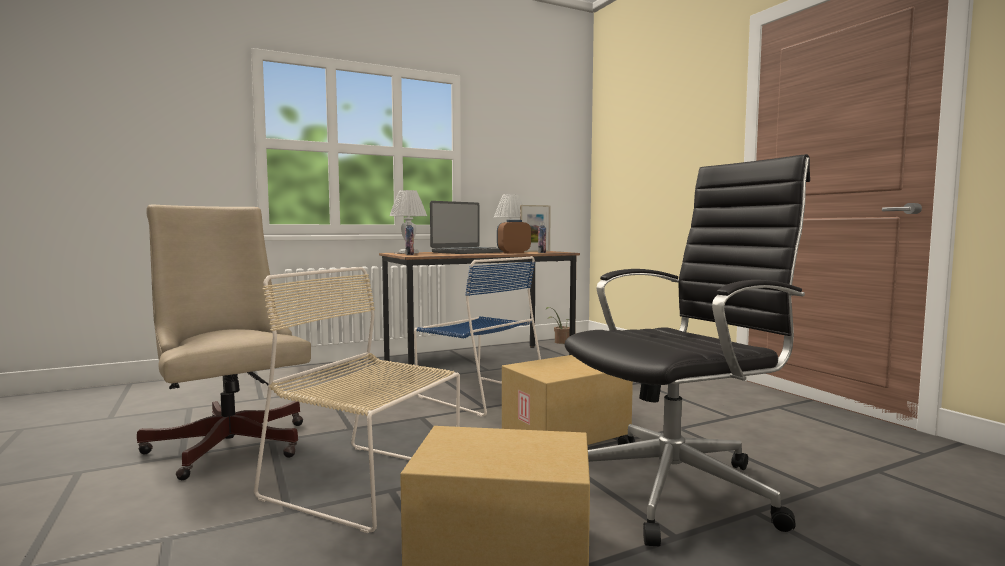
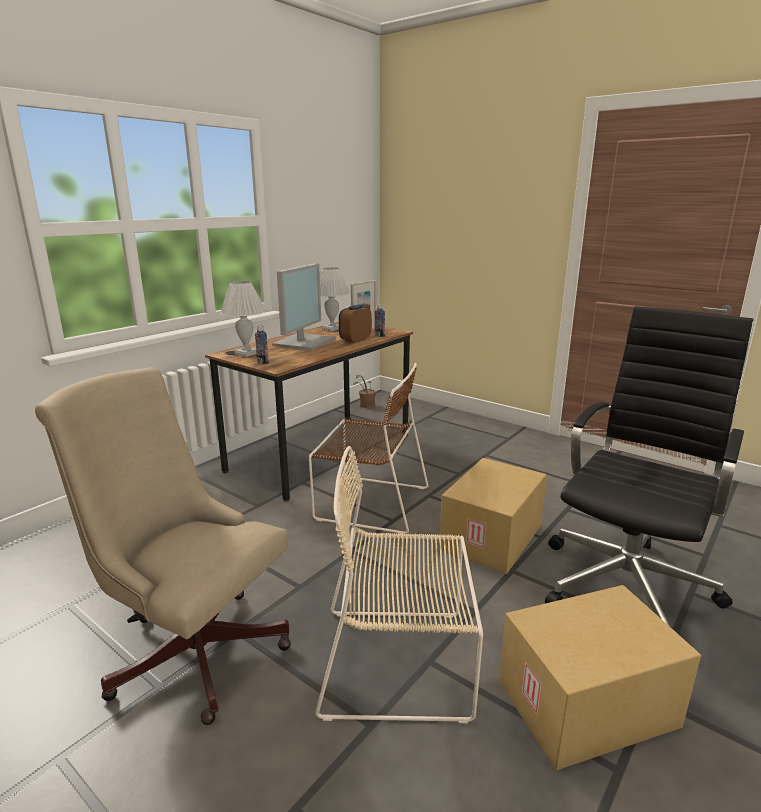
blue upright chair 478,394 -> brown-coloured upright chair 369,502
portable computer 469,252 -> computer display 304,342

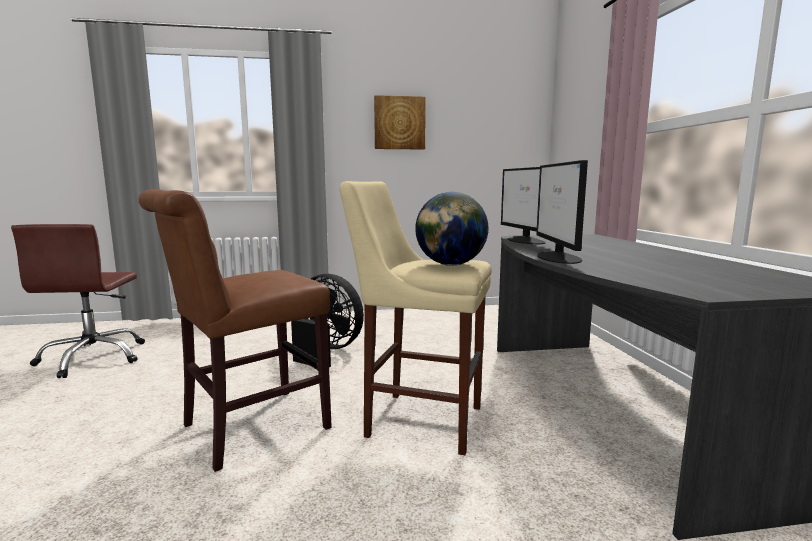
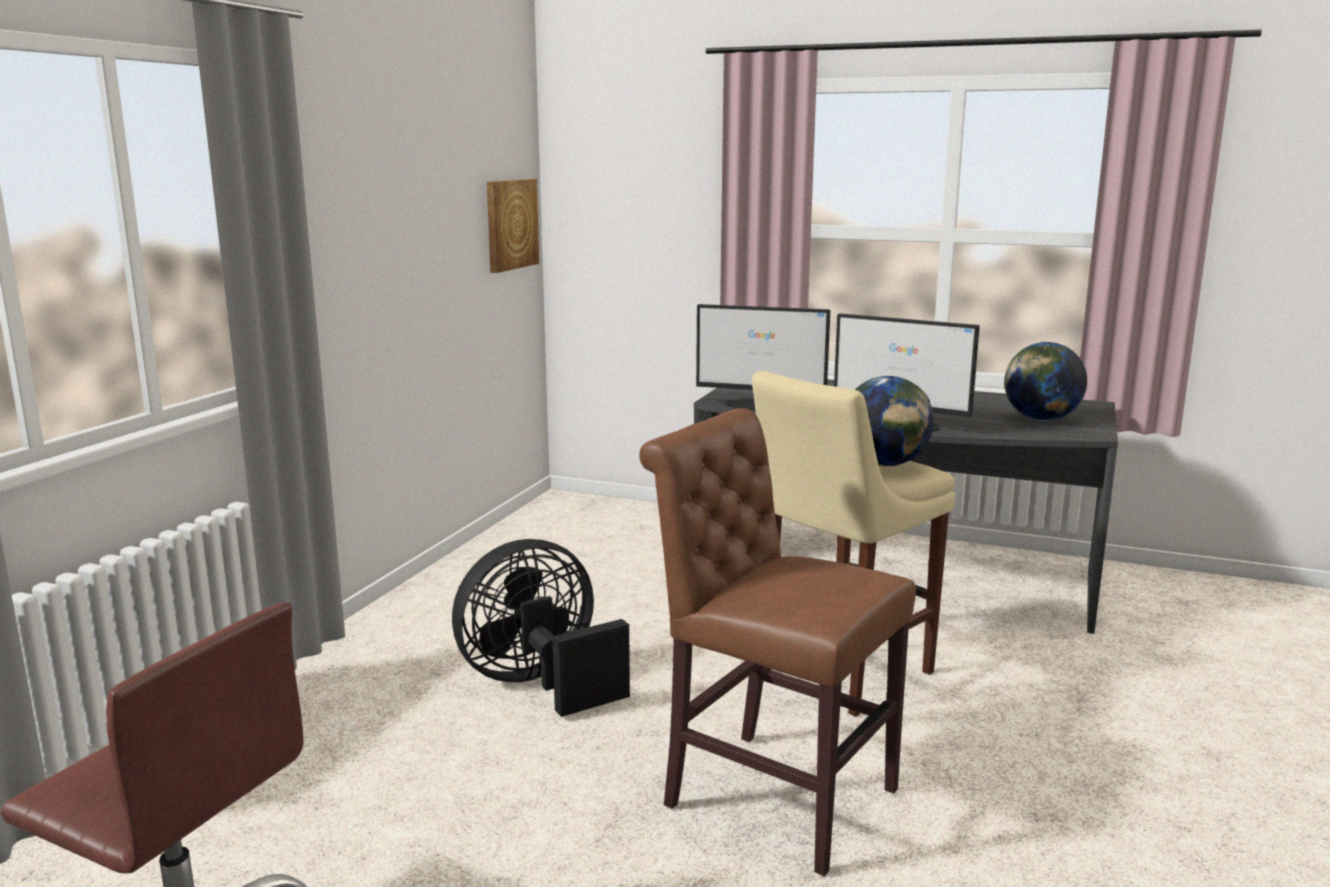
brown-coloured upright chair 248,429 -> brown-coloured upright chair 770,794, 135 degrees clockwise
picture 399,123 -> picture 510,224, moved
none -> world globe 1041,419

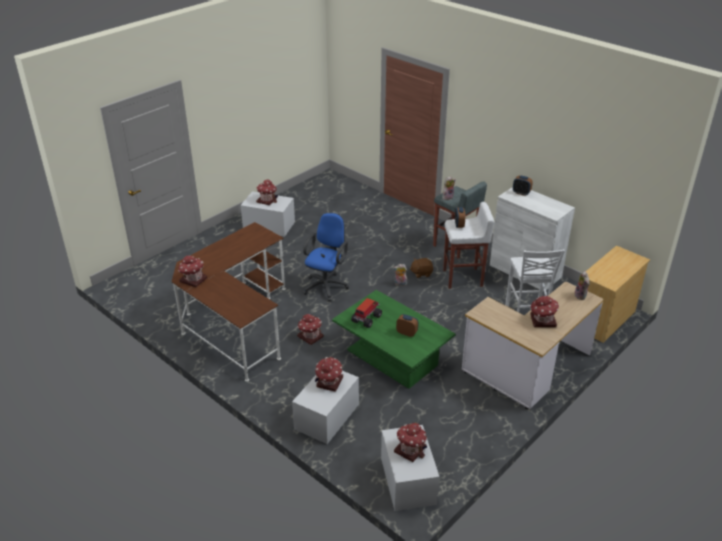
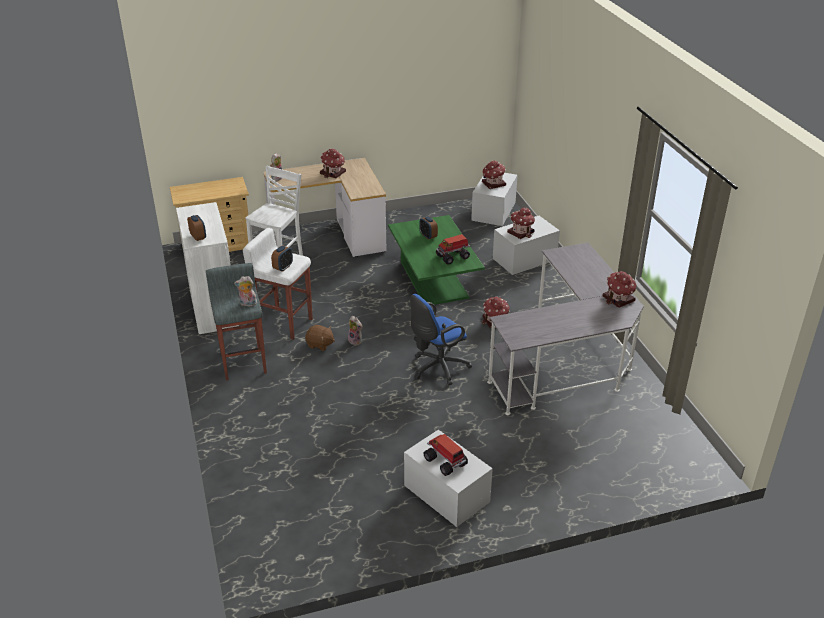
brown-coloured desk table 234,323 -> gray desk table 567,362
model house 267,200 -> toy lorry 446,462

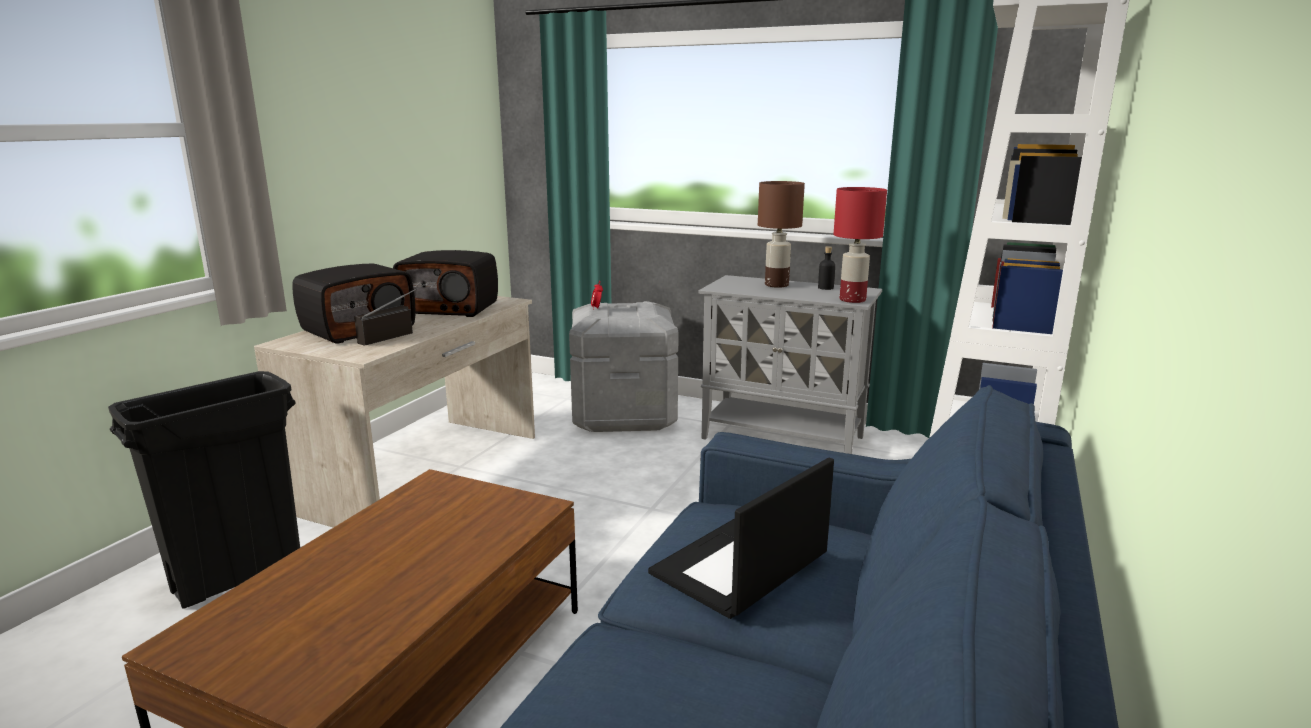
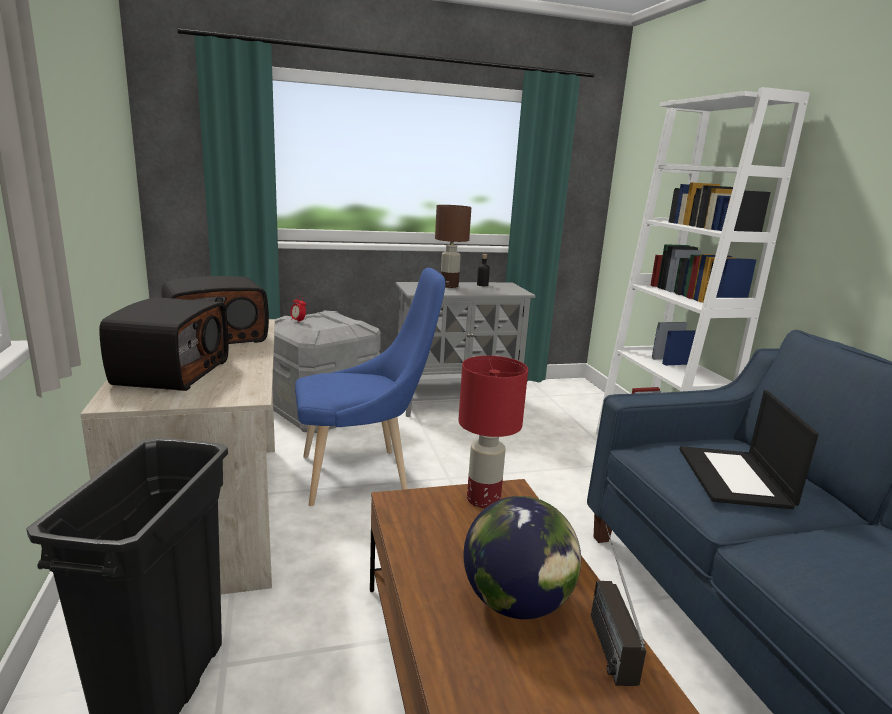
radio set 397,335 -> radio set 603,630, moved
reddish tabletop lamp 852,300 -> reddish tabletop lamp 482,499, moved
none -> blue upright chair 363,475
none -> world globe 517,603

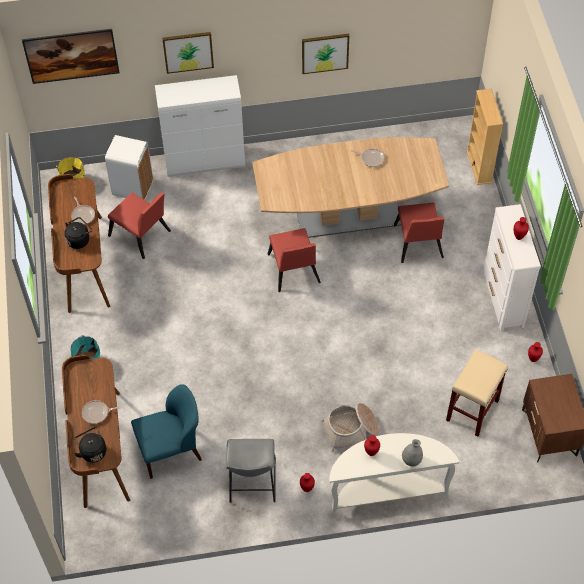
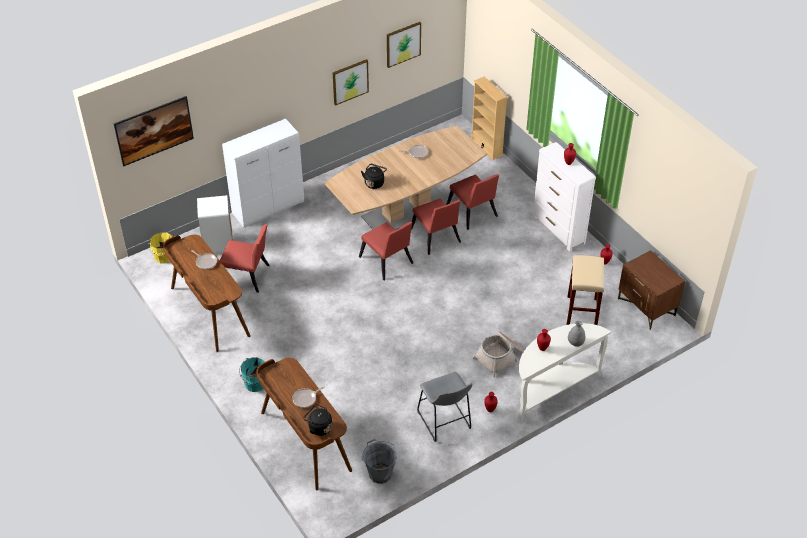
black-coloured water kettle 79,240 -> black-coloured water kettle 374,182, moved
blue upright chair 171,450 -> none
picture 188,51 -> picture 403,44, moved
none -> gray water bucket 379,473
none -> reddish upright chair 436,238

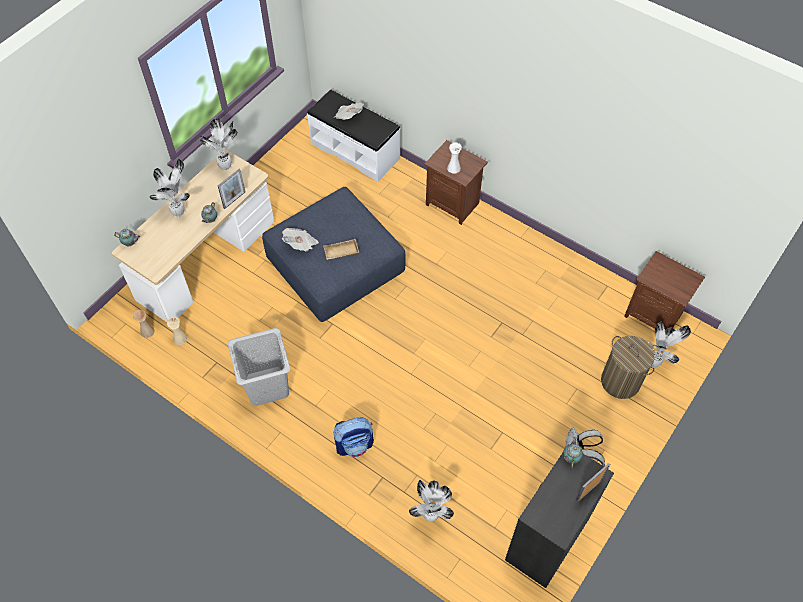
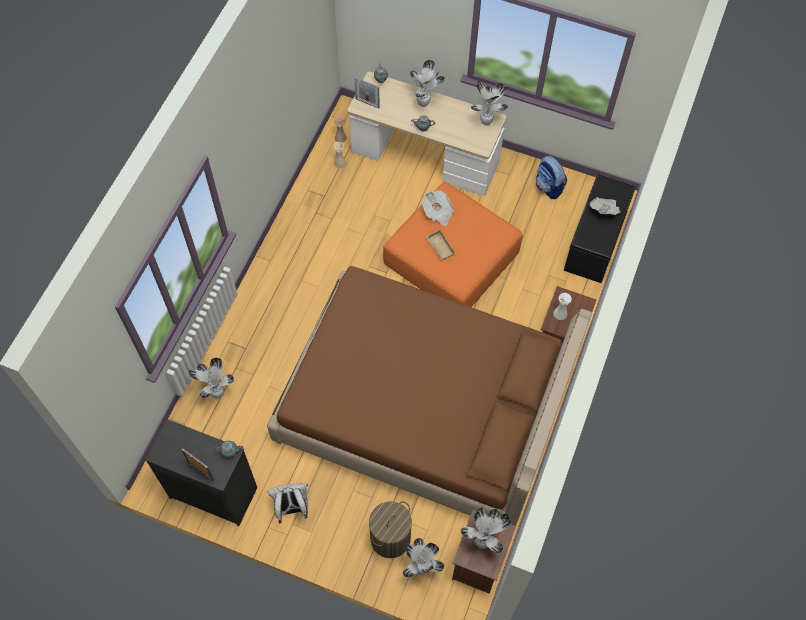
photo frame 234,200 -> photo frame 367,103, moved
gray laundry basket 266,385 -> none
blue pouffe 335,264 -> orangey pouffe 452,258
white long seat 355,150 -> black-coloured long seat 596,241
rucksack 355,444 -> rucksack 548,187, moved
none -> brown-coloured bed 423,408
none -> houseplant 483,542

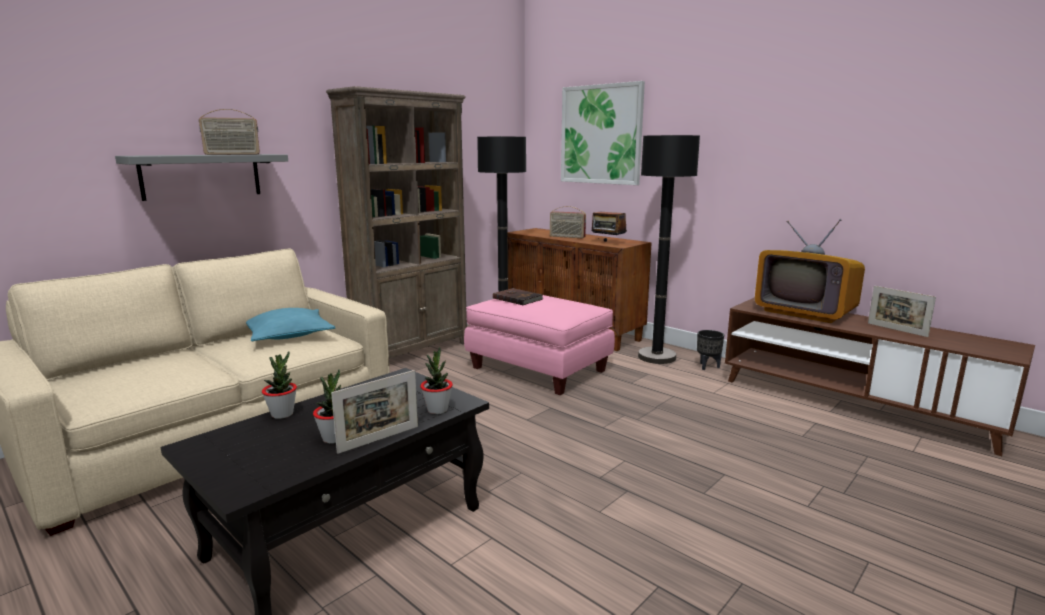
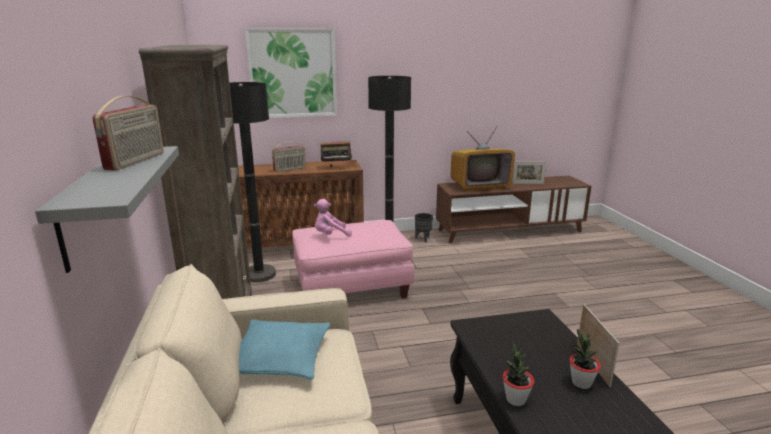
houseplant 437,410 -> none
brown-coloured book 517,298 -> pinkish cuddly toy 330,235

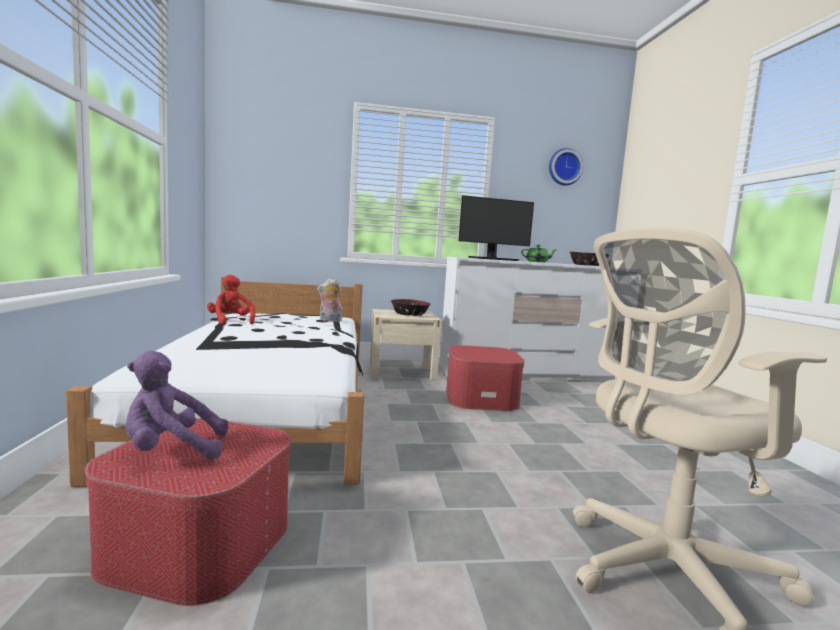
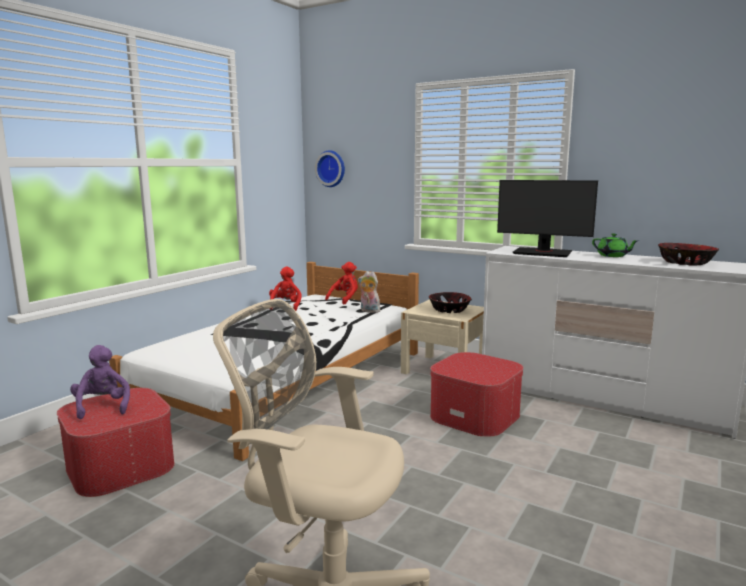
purple-coloured cuddly toy 171,451 -> purple-coloured cuddly toy 102,407, 45 degrees clockwise
wall clock 564,167 -> wall clock 331,168, moved
none -> reddish cuddly toy 345,299

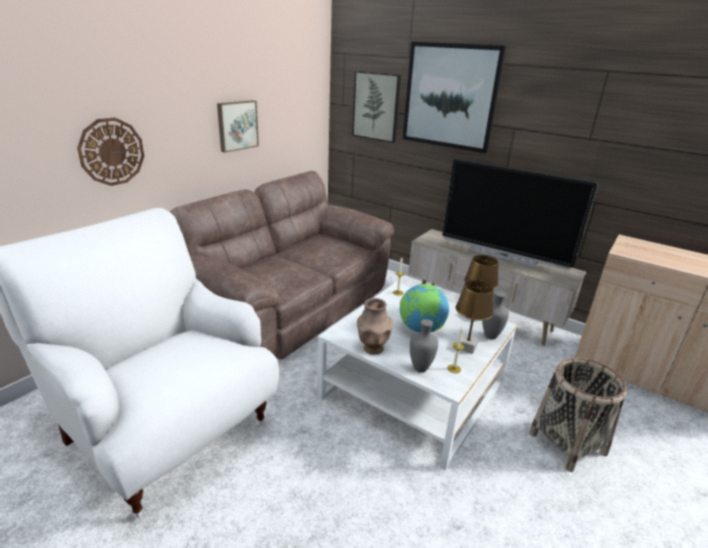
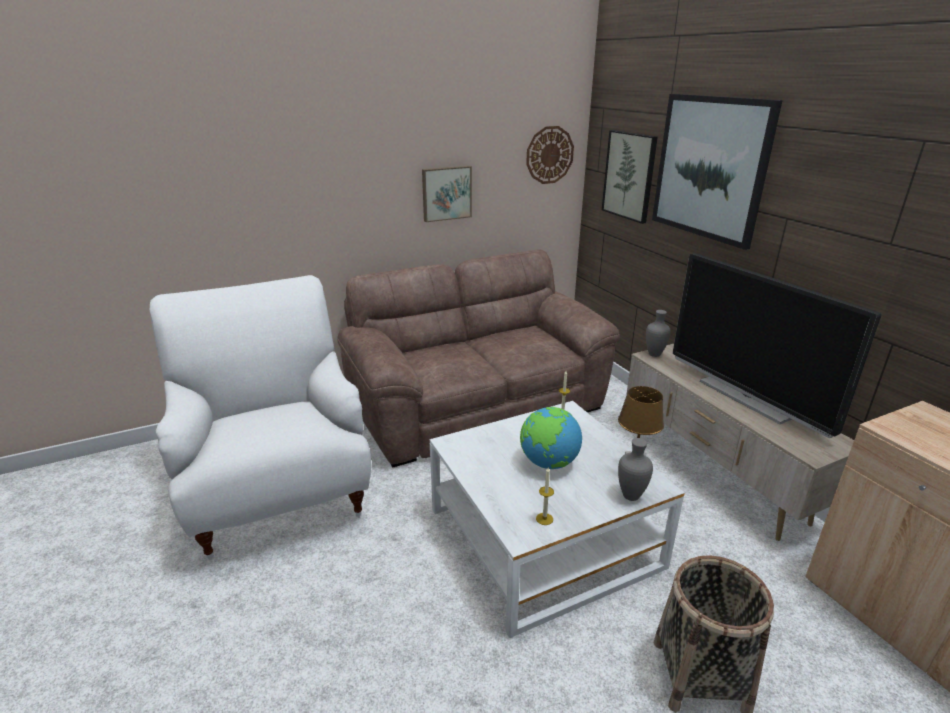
wall clock 111,152 -> wall clock 549,155, moved
brown-coloured decorative vase 372,348 -> none
gray decorative vase 421,368 -> gray decorative vase 655,354, moved
brown-coloured tabletop lamp 466,347 -> none

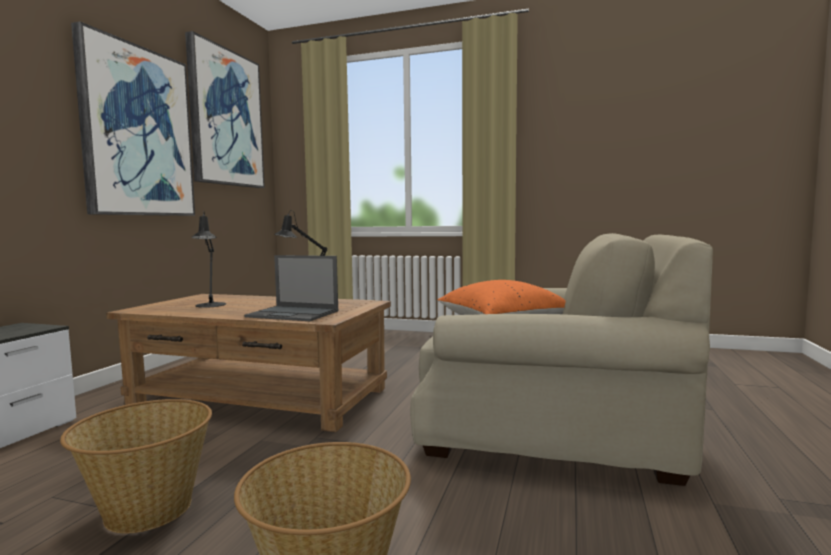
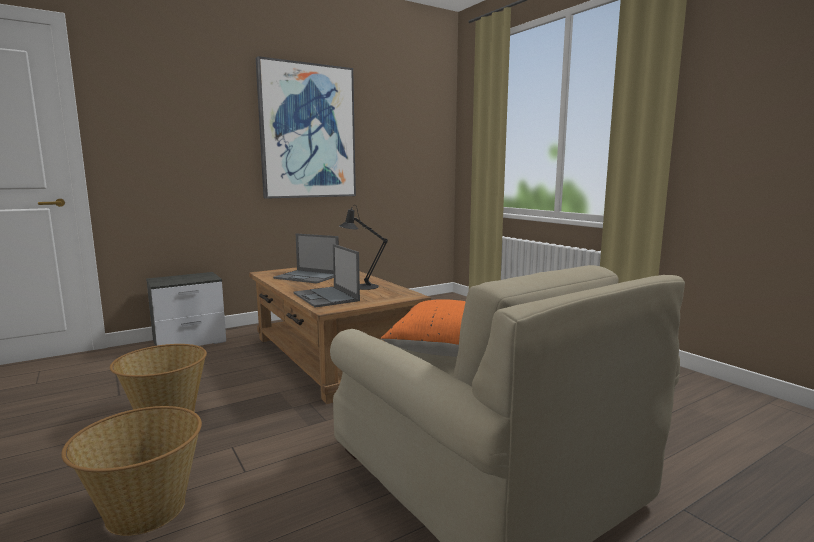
picture 225,118 -> none
black-coloured tabletop lamp 210,305 -> portable computer 307,277

